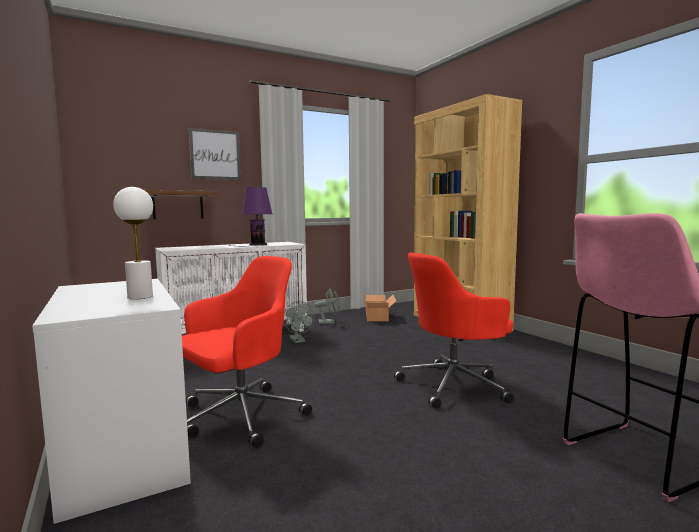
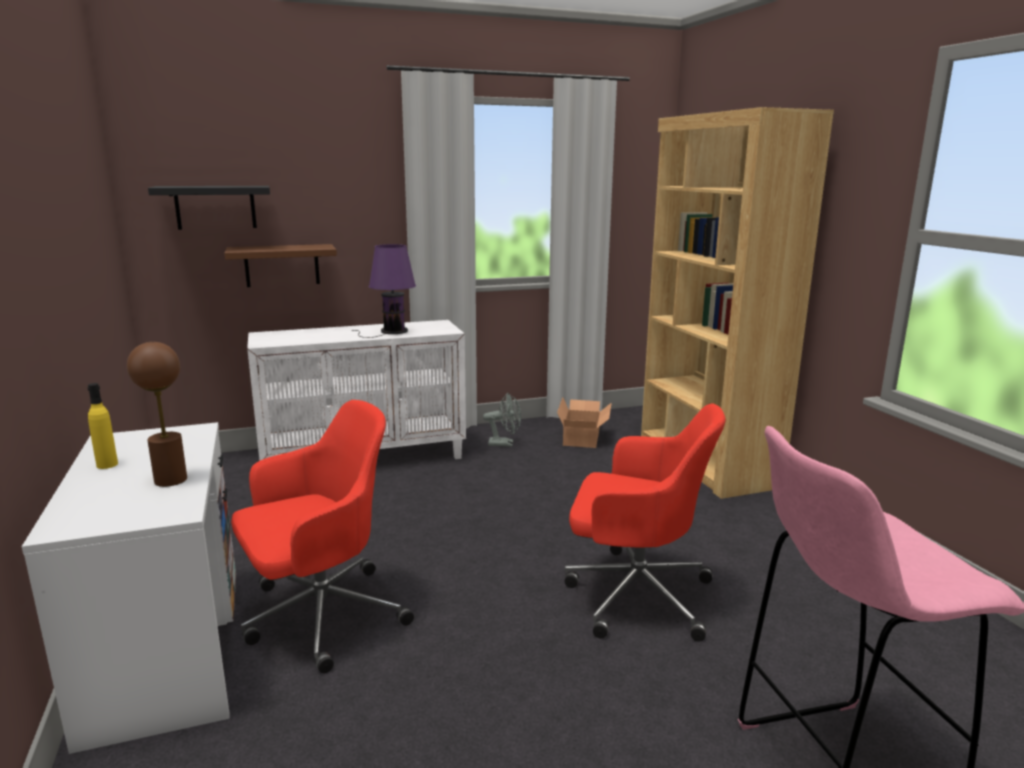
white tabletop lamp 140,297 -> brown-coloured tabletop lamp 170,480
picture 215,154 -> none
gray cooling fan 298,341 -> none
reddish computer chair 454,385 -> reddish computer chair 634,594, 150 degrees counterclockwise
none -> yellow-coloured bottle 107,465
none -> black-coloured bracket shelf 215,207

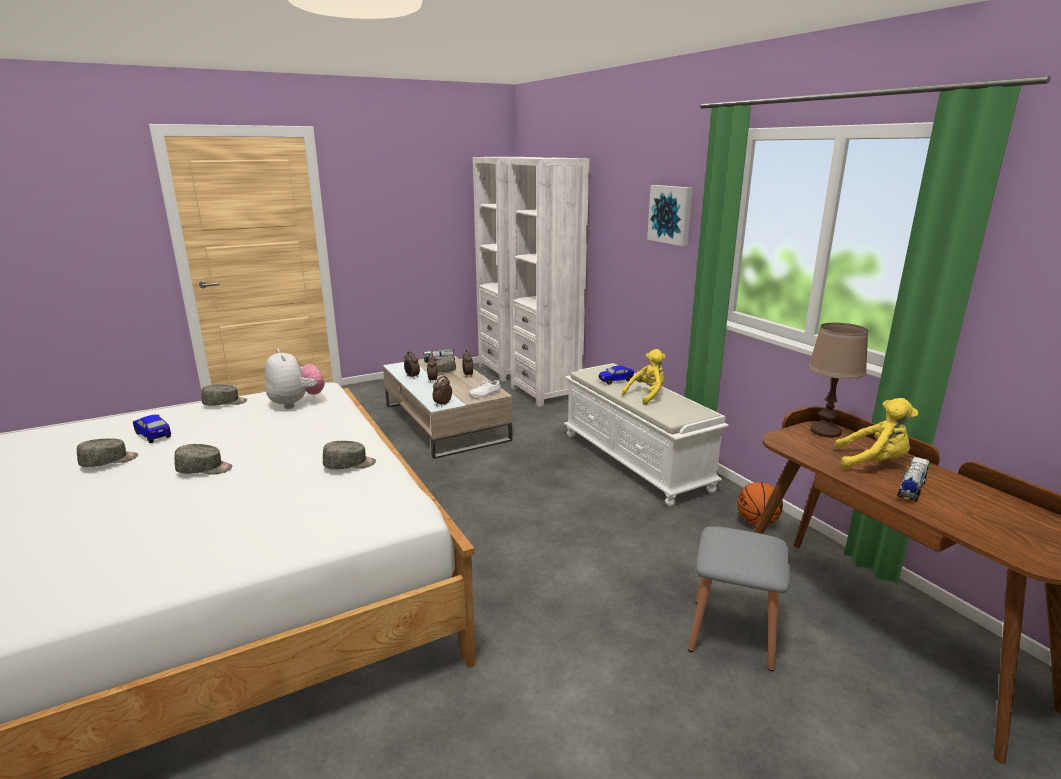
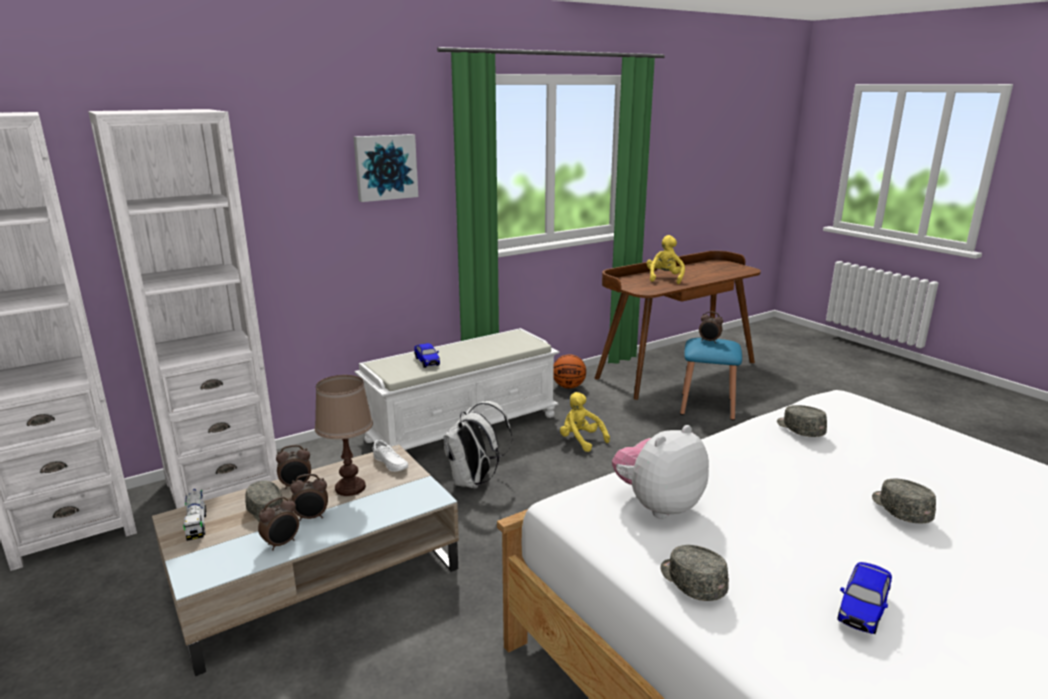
gray cap 109,461 -> none
bedside clock 442,404 -> bedside clock 709,341, moved
yellow-coloured cuddly toy 647,395 -> yellow-coloured cuddly toy 581,440, moved
gray stool seat 732,633 -> blue stool seat 707,406
brown-coloured tabletop lamp 825,431 -> brown-coloured tabletop lamp 350,487, moved
toy lorry 911,489 -> none
none -> white rucksack 474,481

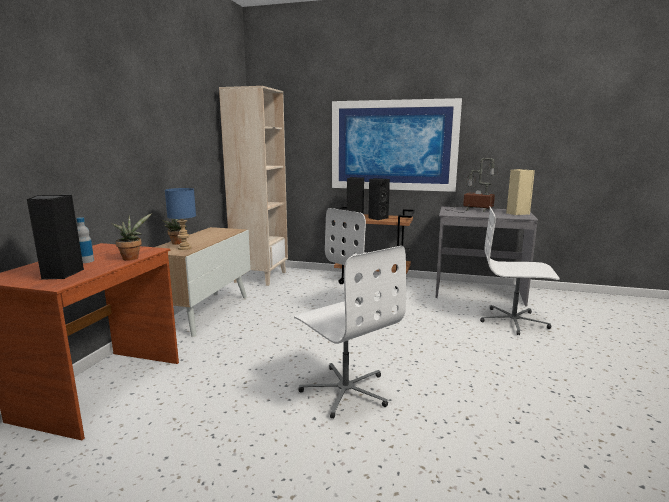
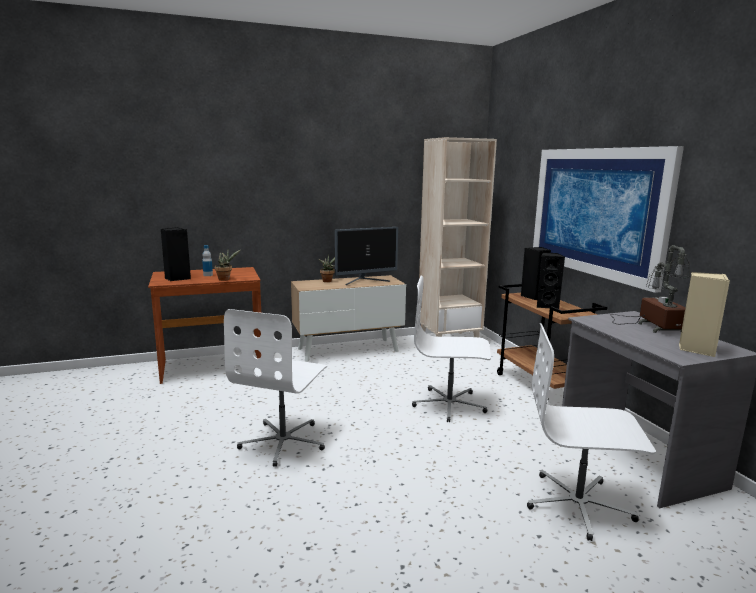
blue tabletop lamp 185,248 -> none
white computer chair 513,321 -> white computer chair 578,505, 60 degrees counterclockwise
none -> computer display 365,281

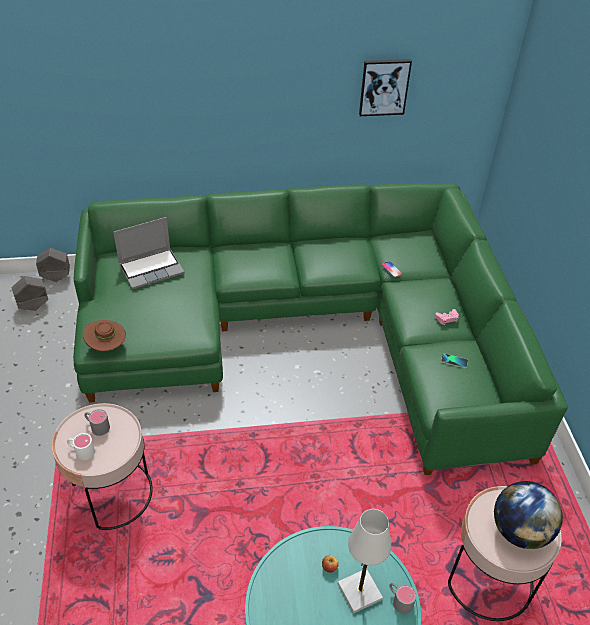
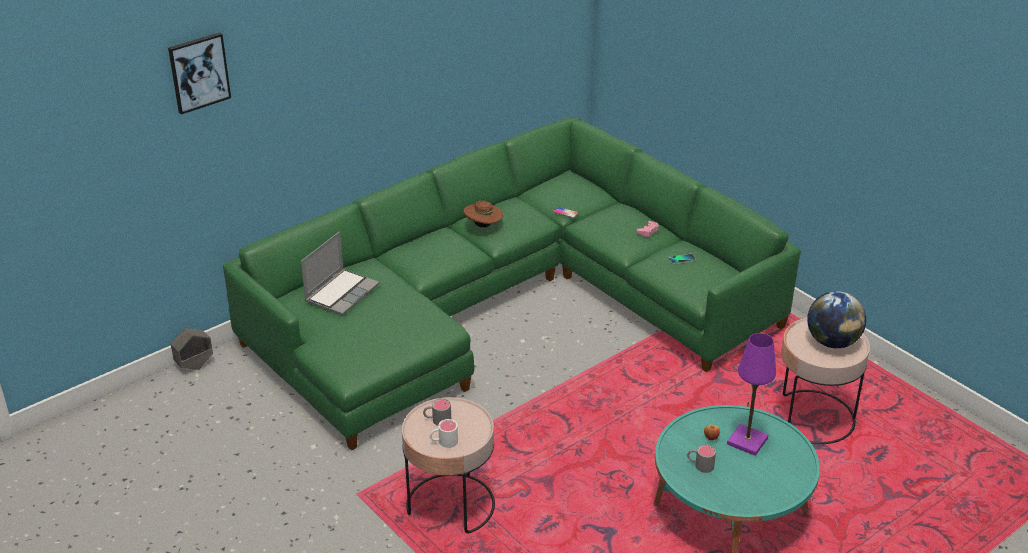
gray plant pot 33,306 -> none
brown-coloured wearable hat 106,346 -> brown-coloured wearable hat 483,226, moved
white tabletop lamp 359,591 -> purple-coloured tabletop lamp 747,441
picture 384,87 -> picture 199,72, moved
gray coffee mug 399,600 -> gray coffee mug 700,465, moved

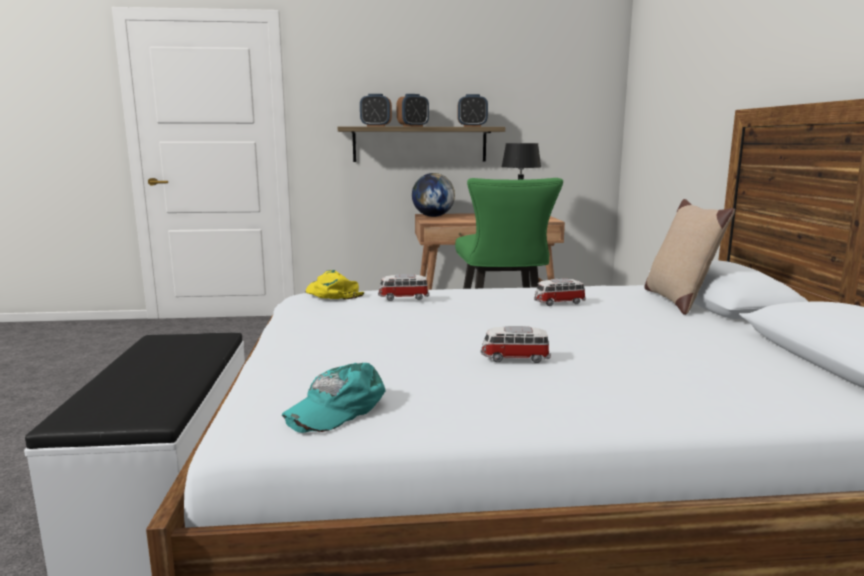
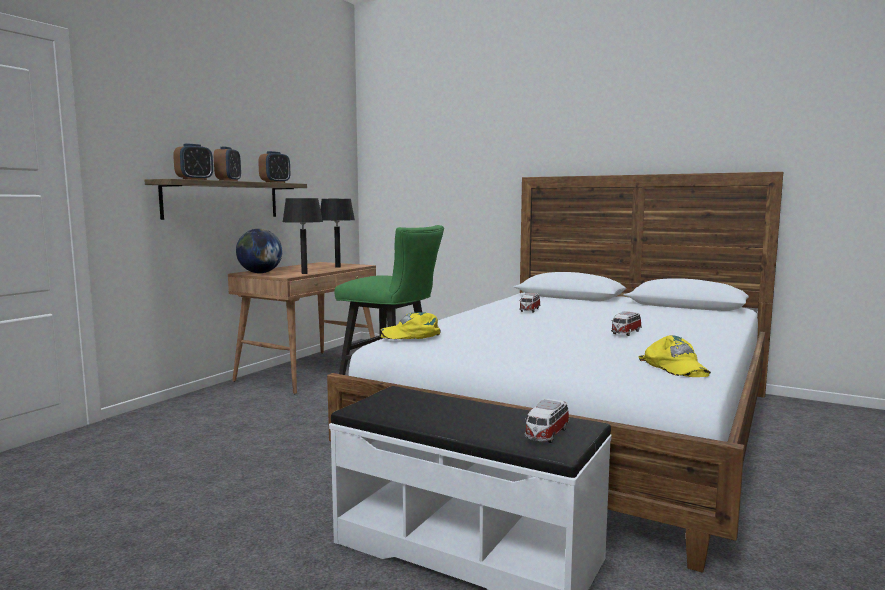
blue-green cap 336,408 -> yellow-coloured cap 675,367
miniature car 403,298 -> miniature car 546,434, moved
beige pillow 678,301 -> none
none -> black-coloured tabletop lamp 304,273

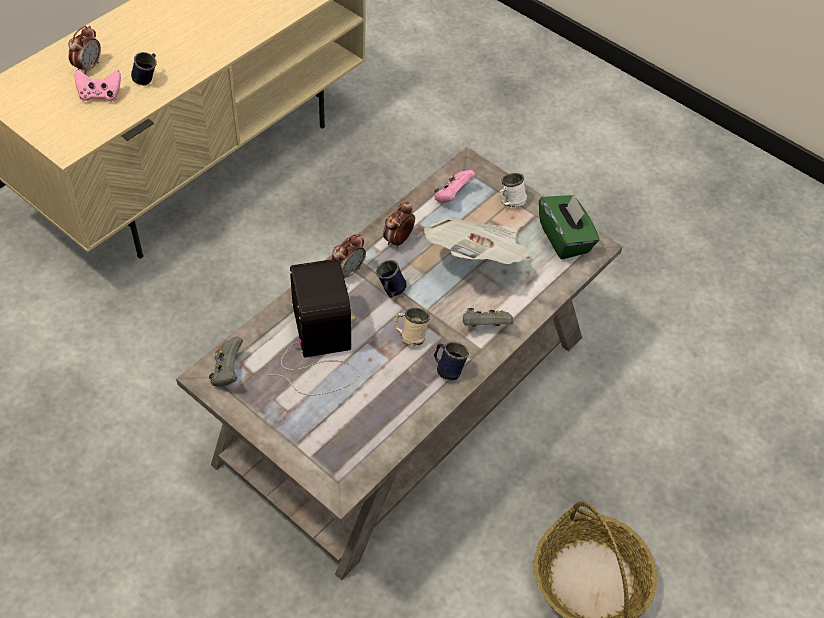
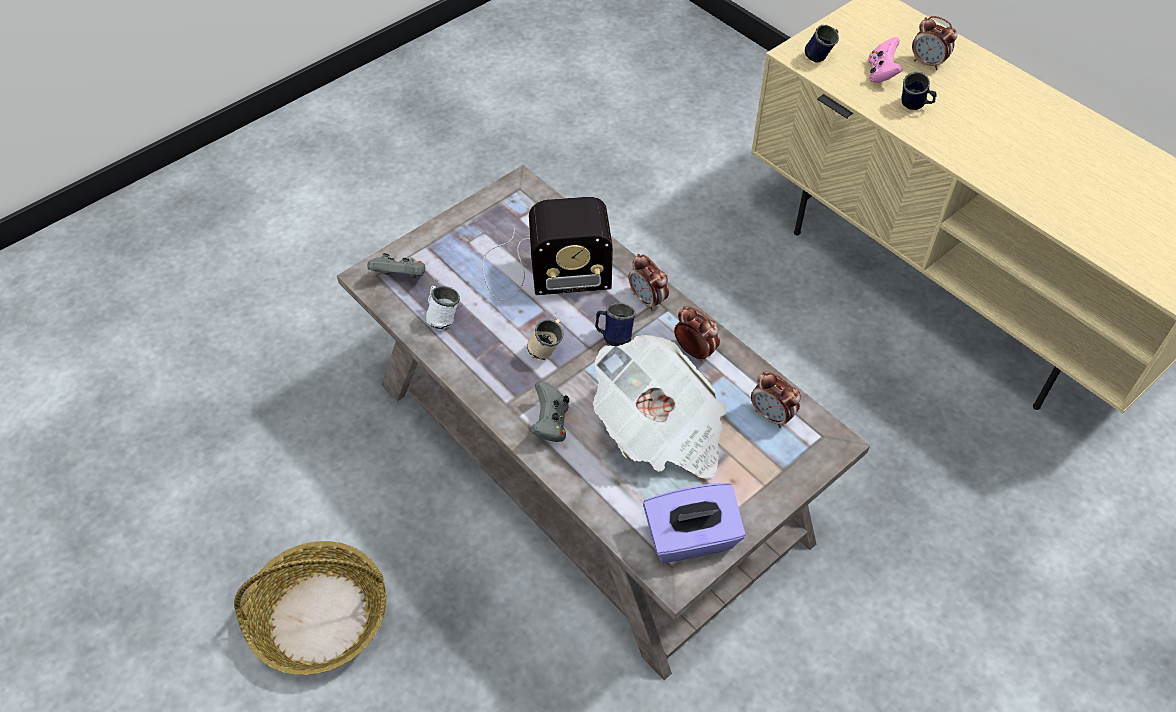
gray game controller 227,371 -> gray game controller 401,277, moved
pinkish game controller 452,196 -> bedside clock 772,416
blue coffee mug 448,369 -> blue coffee mug 821,56, moved
white coffee mug 509,202 -> white coffee mug 442,317, moved
green-coloured box of tissues 565,238 -> purple-coloured box of tissues 691,539

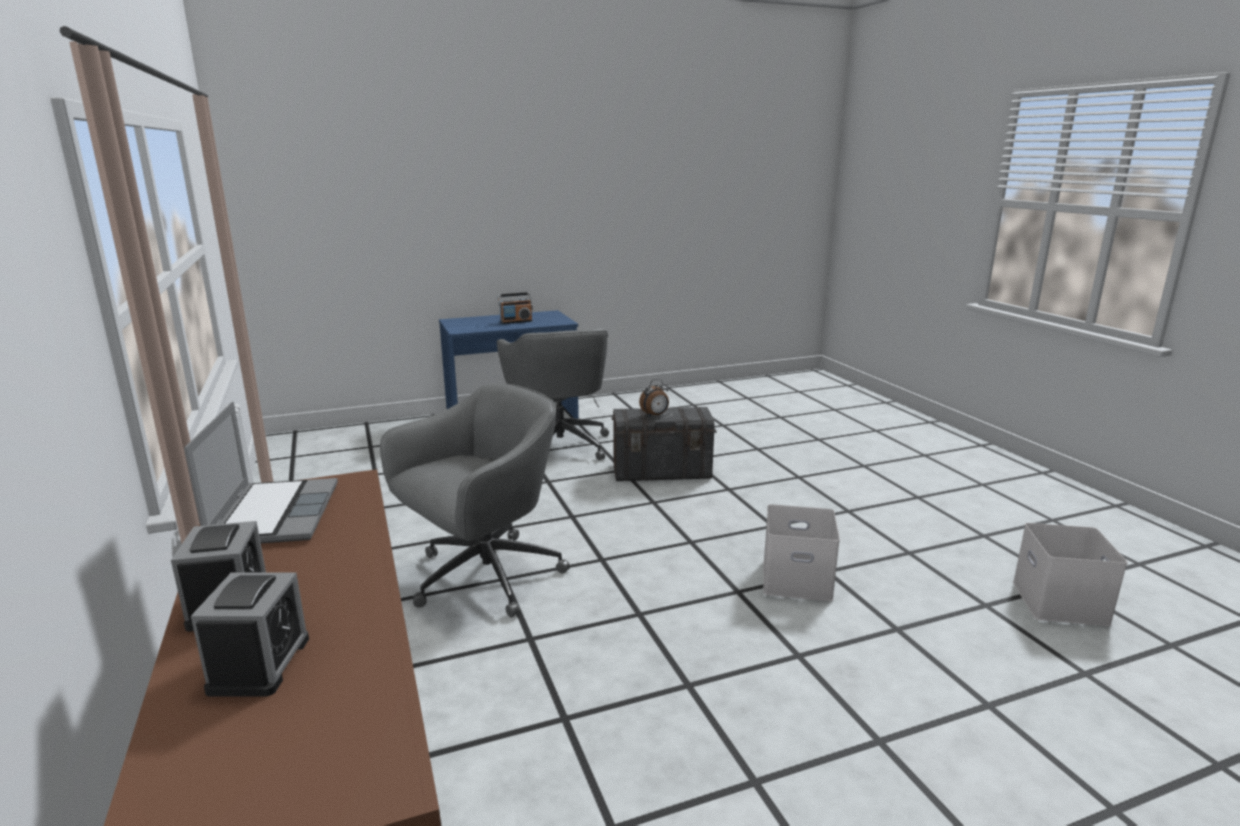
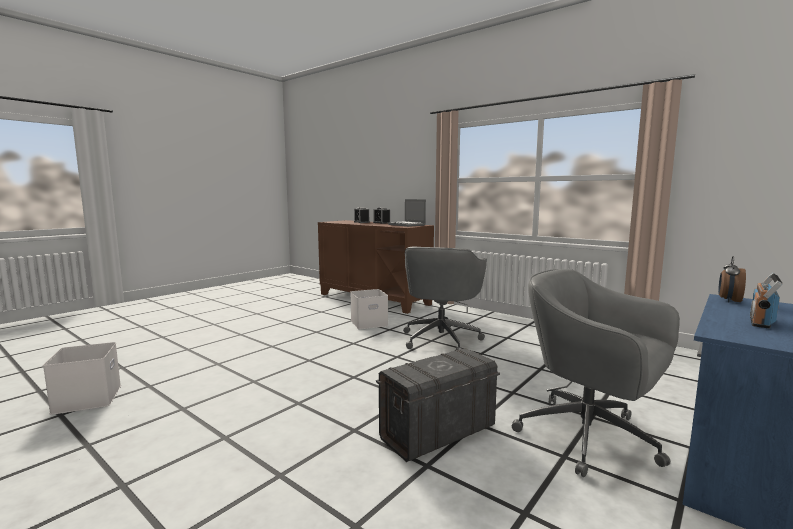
bedside clock 655,415 -> bedside clock 729,300, moved
white storage container 798,579 -> white storage container 368,323, moved

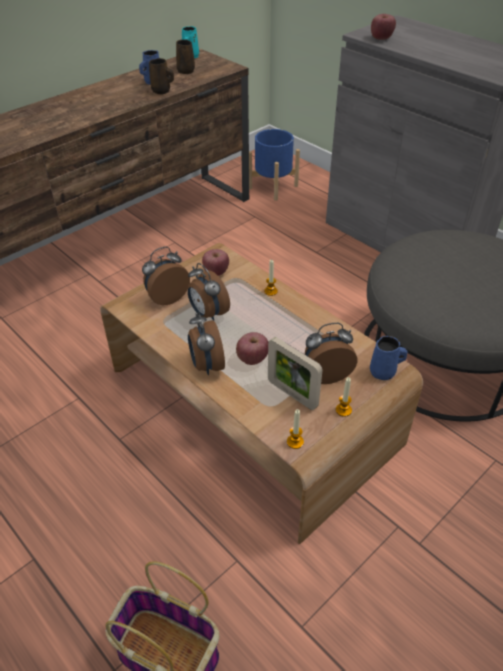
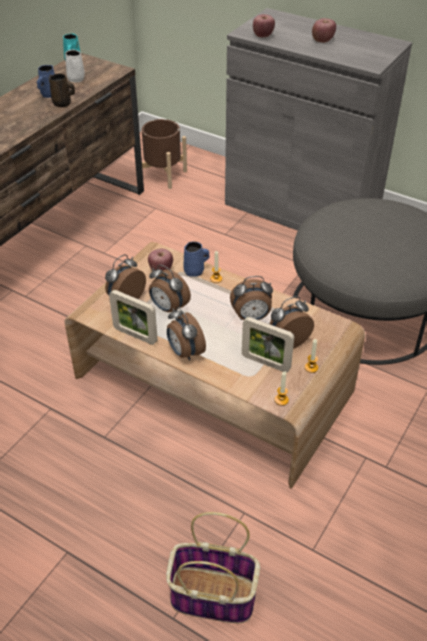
brown-coloured coffee mug 185,70 -> white coffee mug 75,78
apple 252,358 -> apple 322,40, moved
blue plant pot 273,187 -> brown-coloured plant pot 163,175
blue coffee mug 384,372 -> blue coffee mug 195,271, moved
none -> photo frame 135,335
none -> bedside clock 251,317

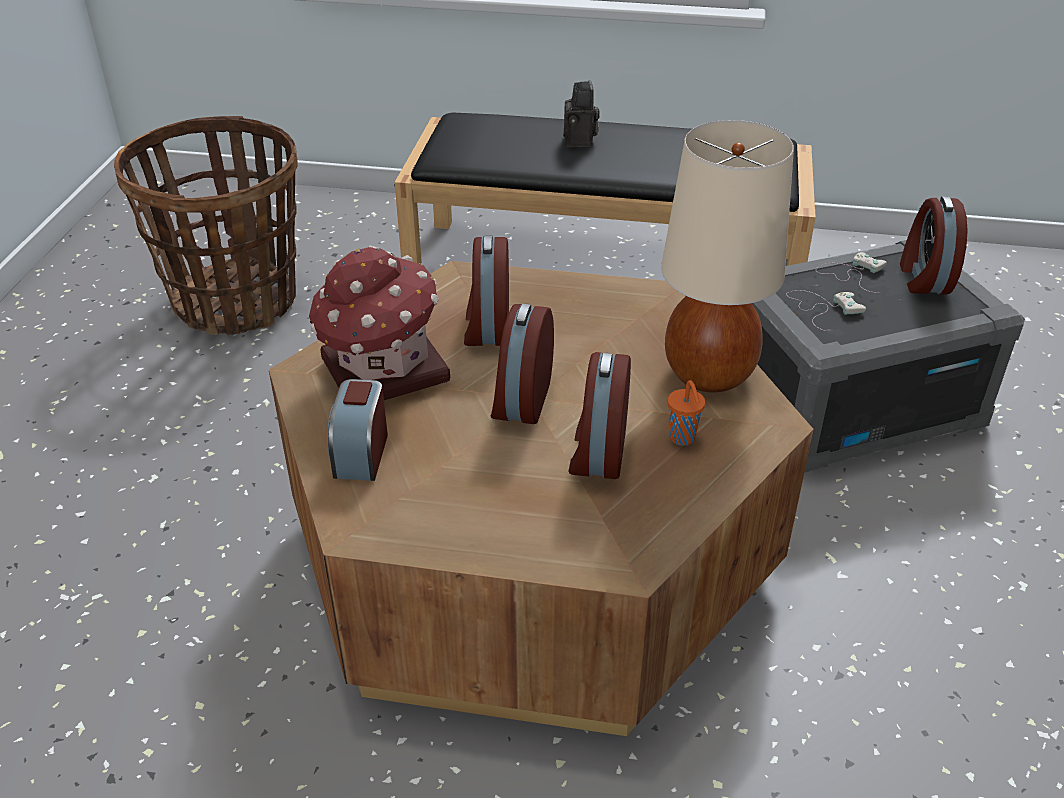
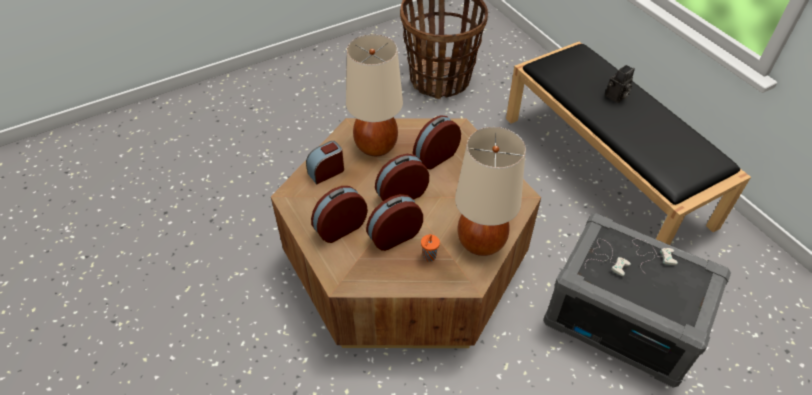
model house 382,371 -> beige tabletop lamp 375,146
bedside clock 923,278 -> bedside clock 339,227, moved

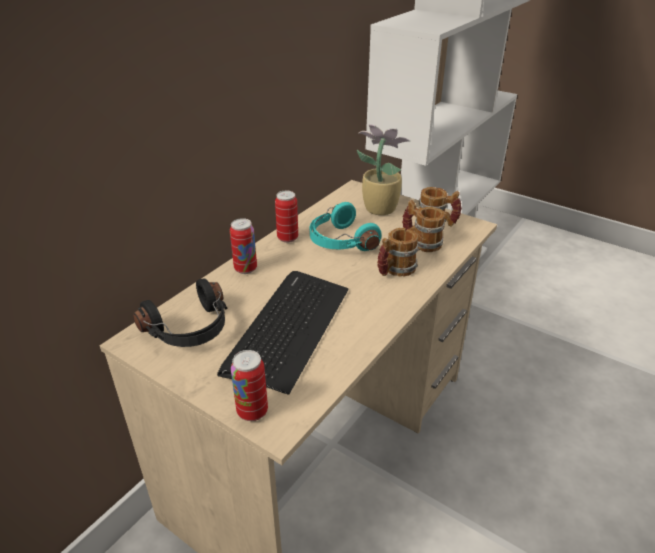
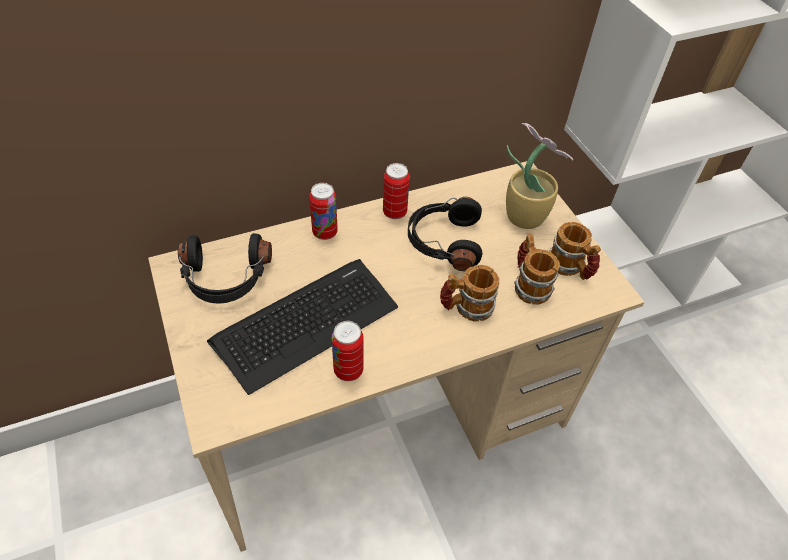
metal can 252,411 -> metal can 348,370, moved
blue-green headset 340,241 -> black-coloured headset 443,242

